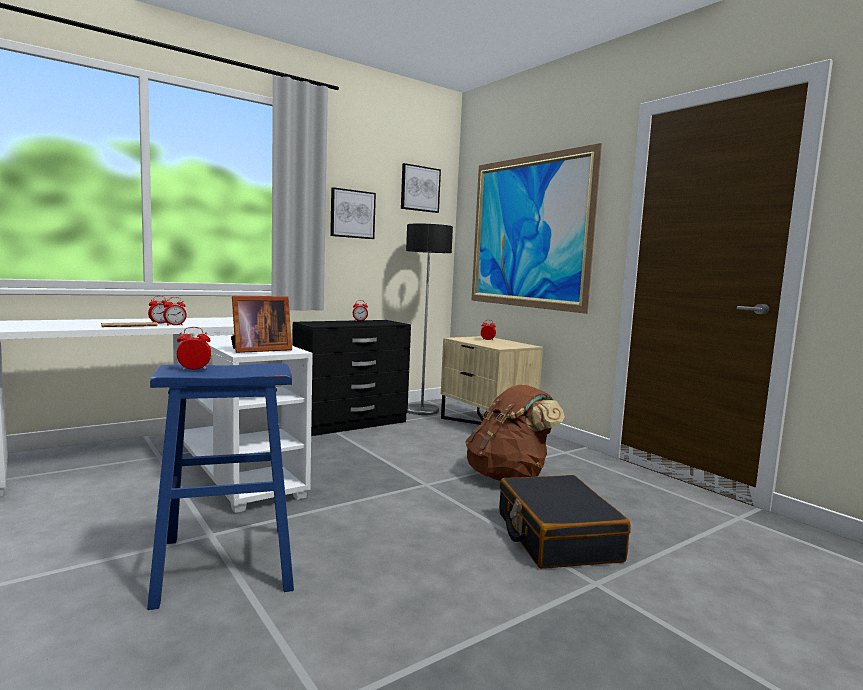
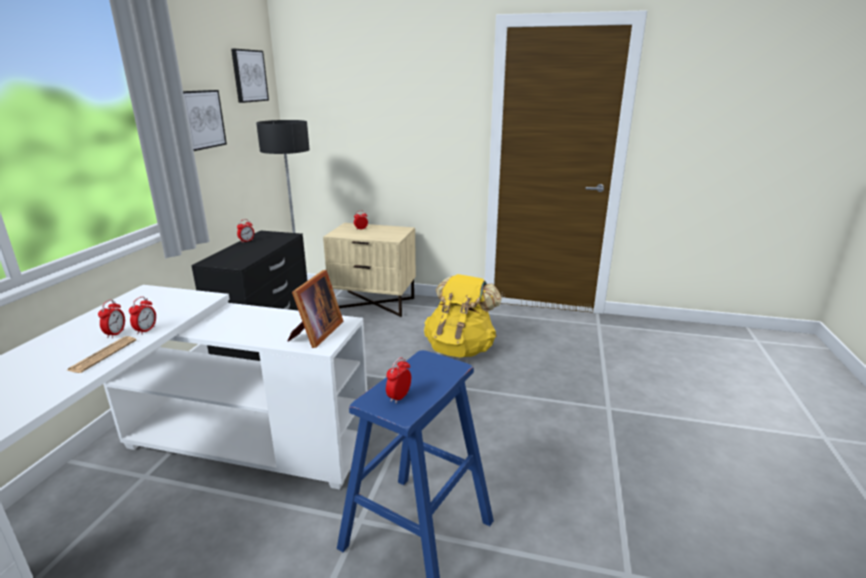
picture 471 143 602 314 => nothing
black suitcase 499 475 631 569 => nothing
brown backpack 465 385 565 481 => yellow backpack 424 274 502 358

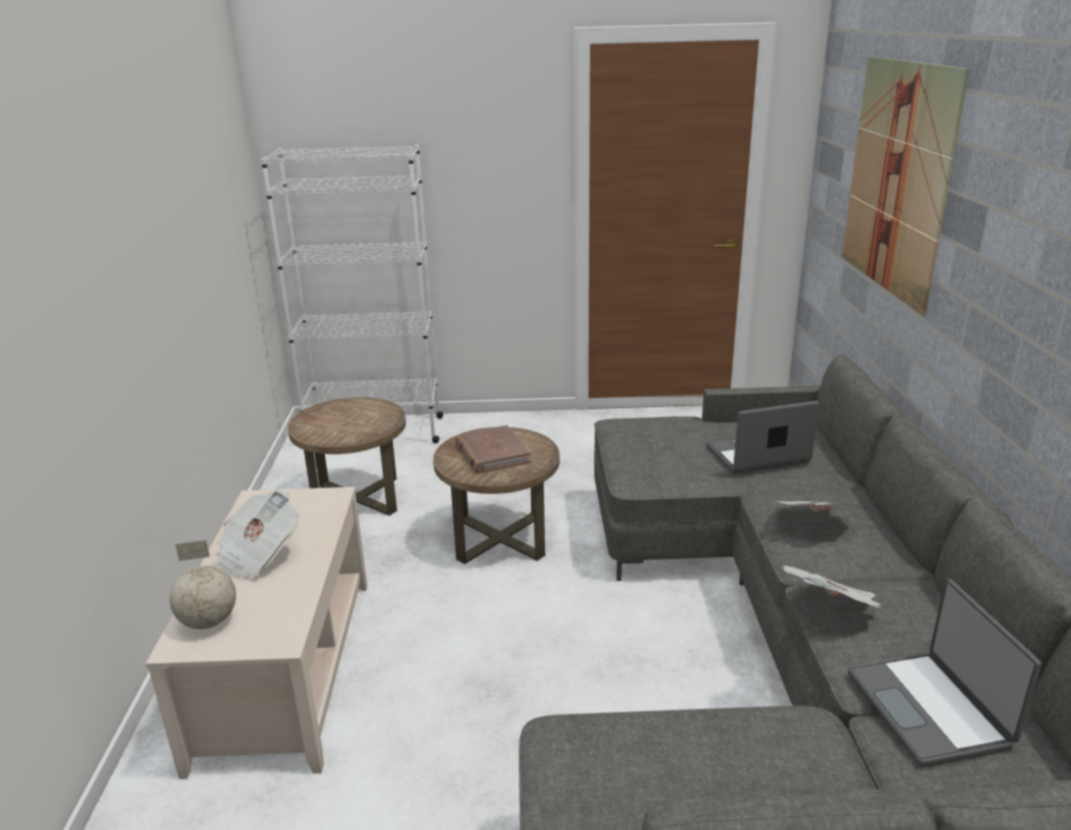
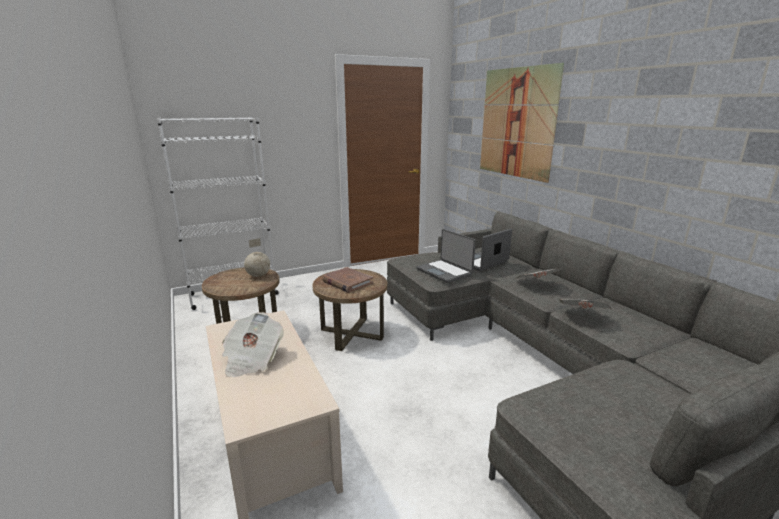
globe 170 540 236 629 => globe 244 238 270 277, shifted
laptop 847 579 1042 768 => laptop 416 229 476 283, shifted

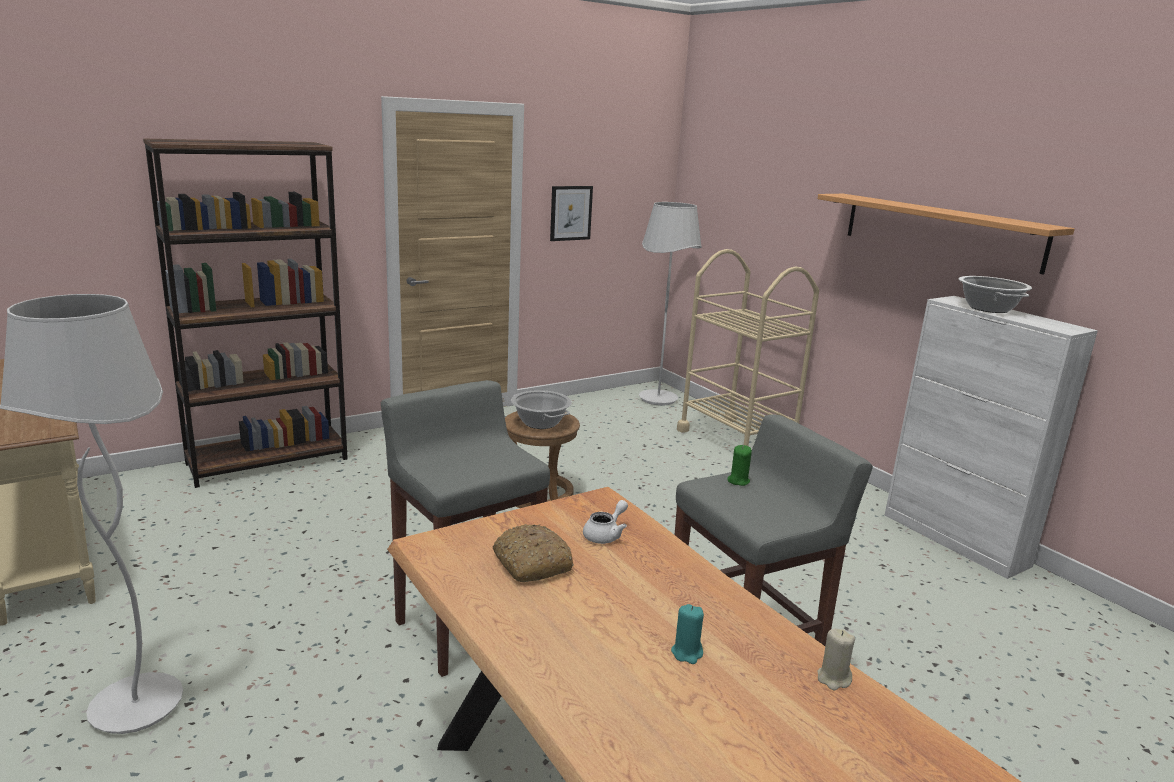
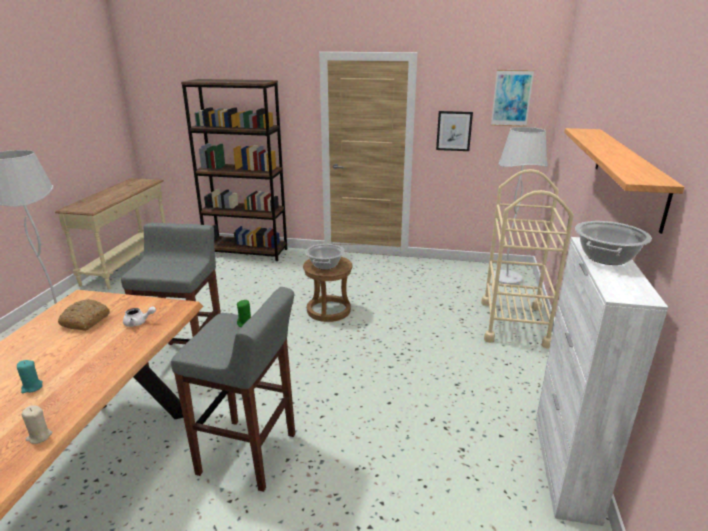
nothing => picture 491 70 534 127

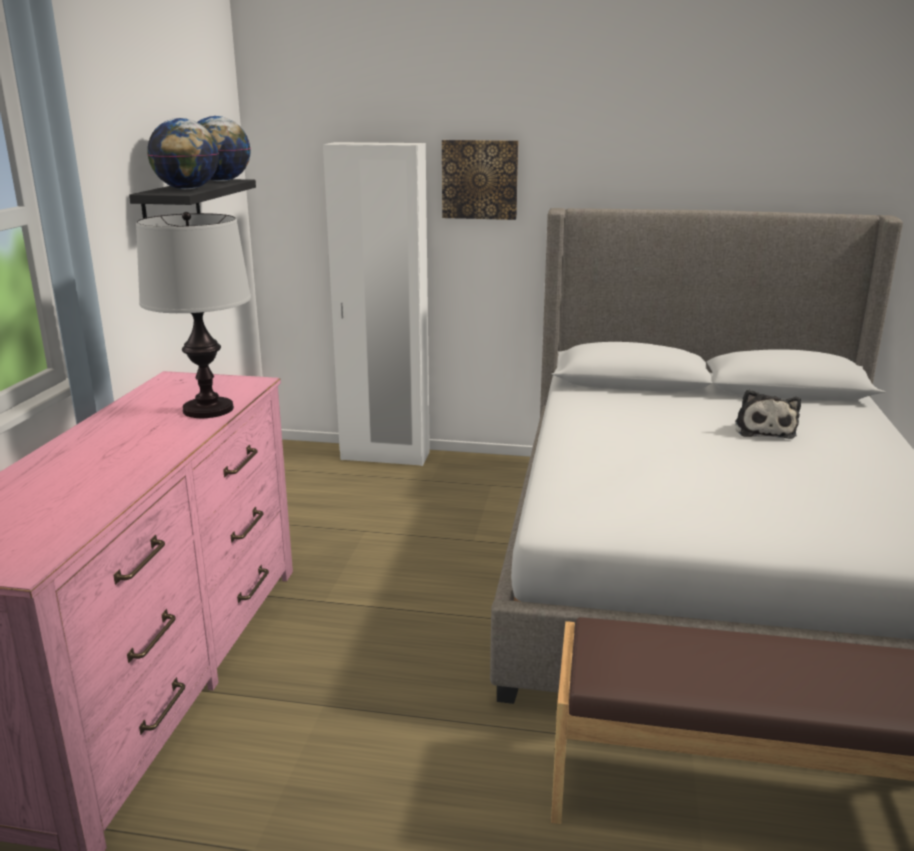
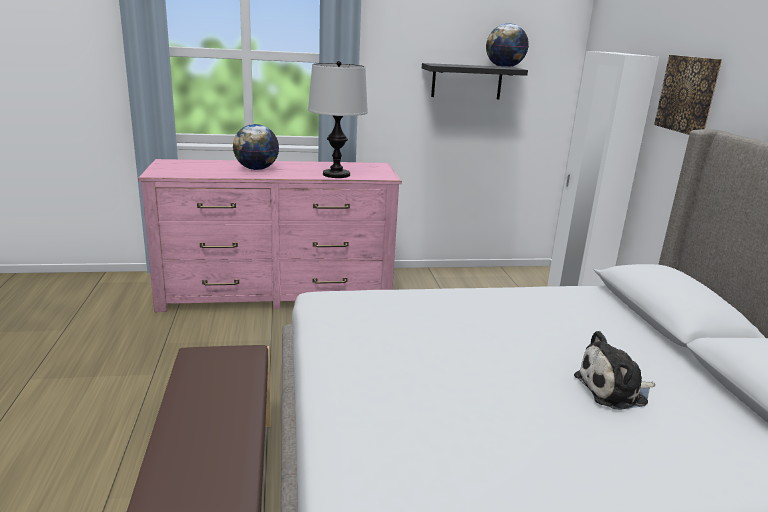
globe 147 118 219 189 => globe 233 124 279 170, shifted

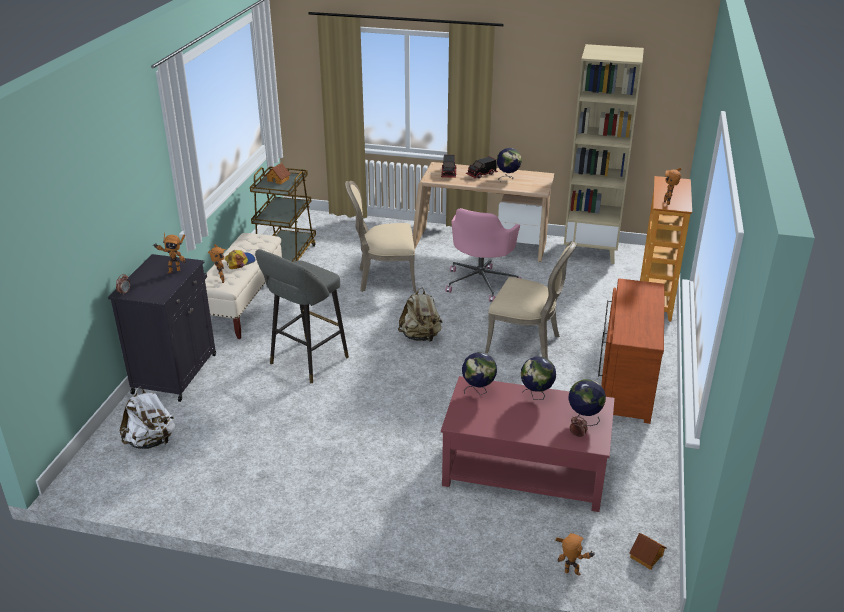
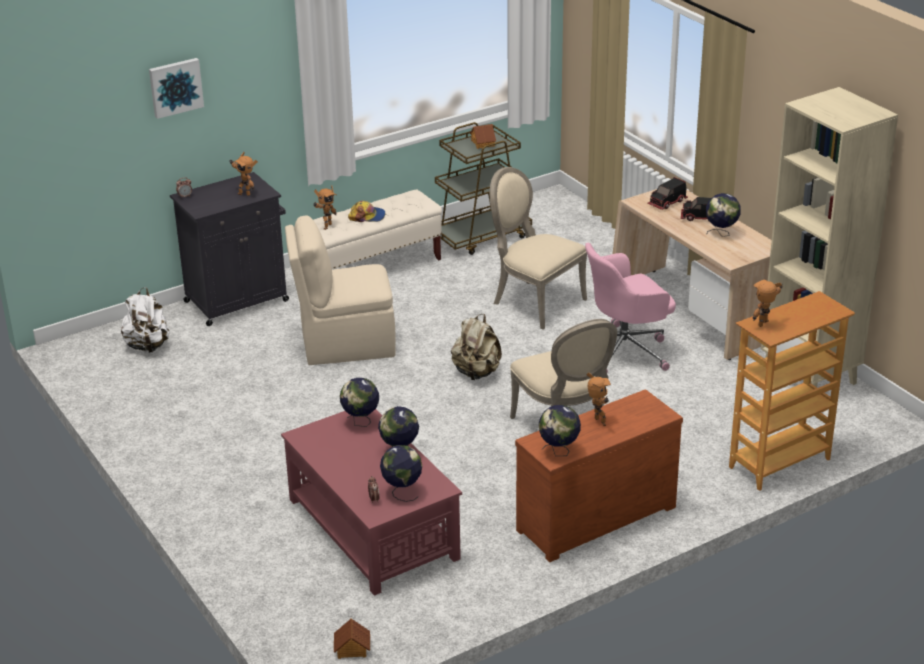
nothing => picture 149 58 204 119
nothing => globe 539 405 581 456
toy robot 555 533 595 576 => toy robot 586 372 611 426, shifted
grey stool 255 249 349 383 => beige chair 285 215 396 365

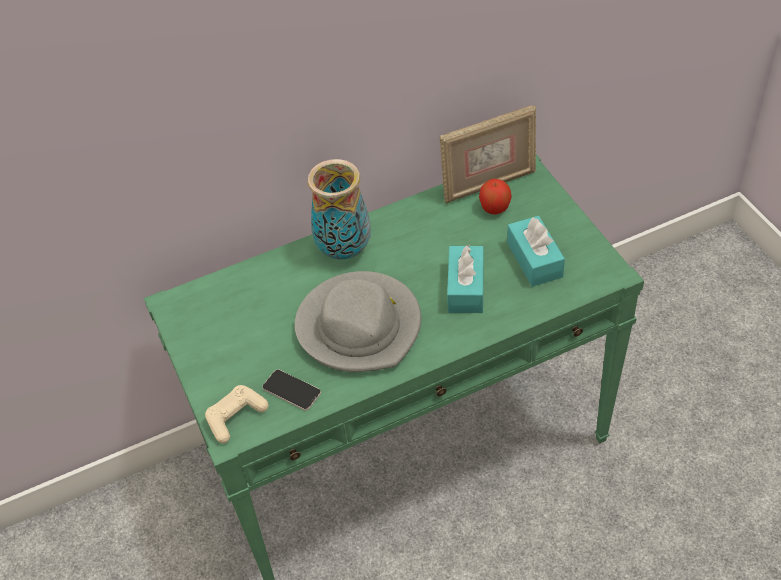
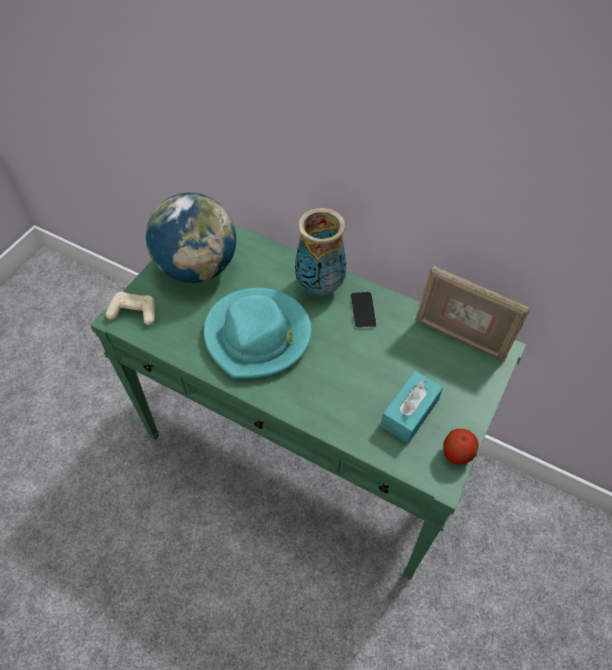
turquoise tissue box 447 245 484 313 => nothing
nothing => globe 146 193 236 283
phone 262 369 321 410 => phone 350 292 377 329, shifted
apple 479 179 512 214 => apple 443 429 479 465, shifted
grey hat 295 271 421 372 => turquoise hat 204 288 312 378

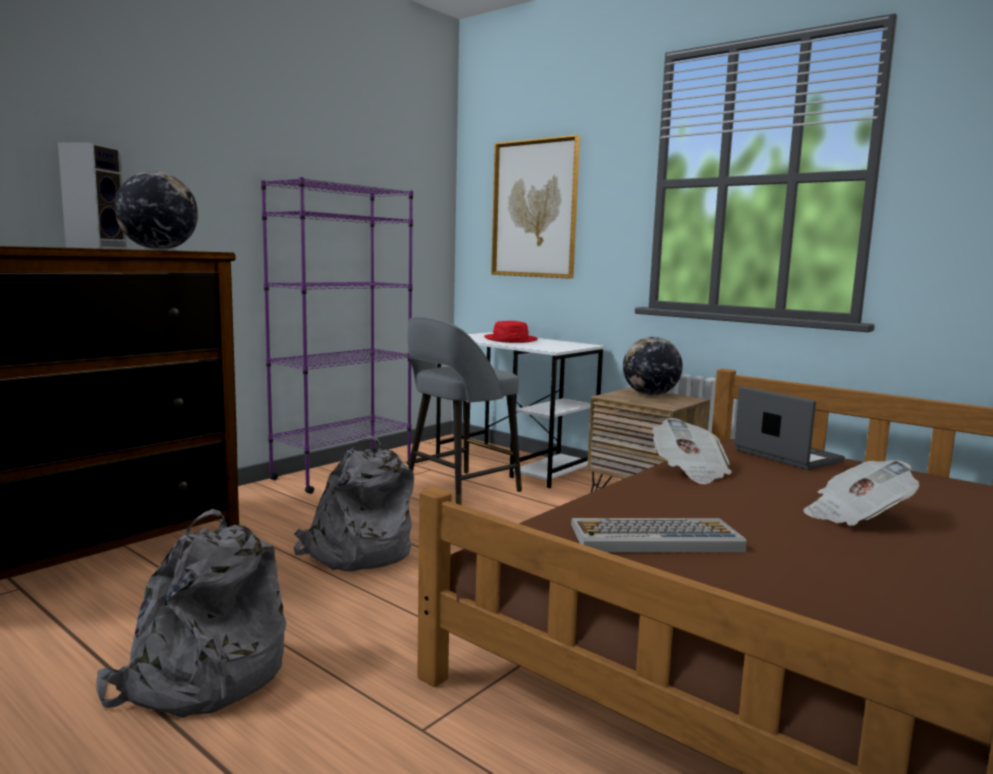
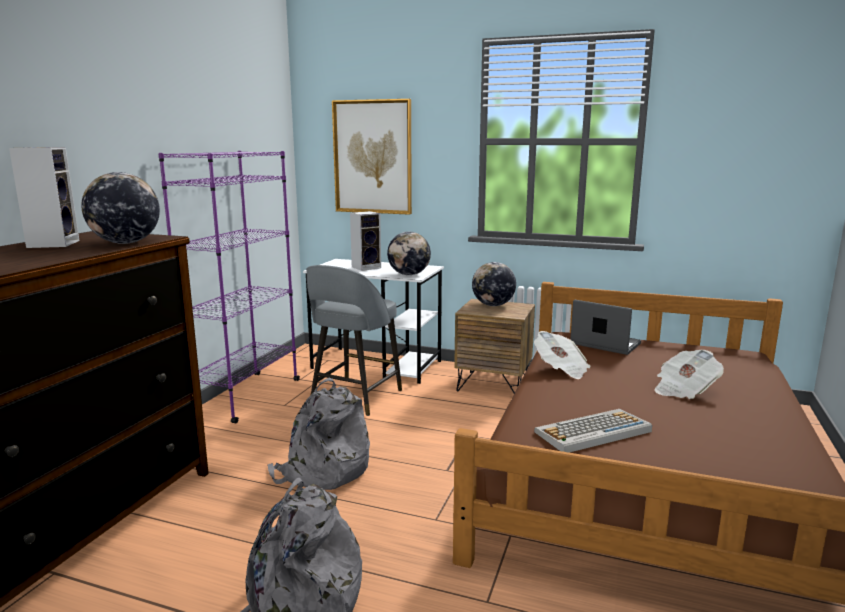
nothing => globe 387 232 431 275
red hat 484 321 538 343 => speaker 350 211 381 271

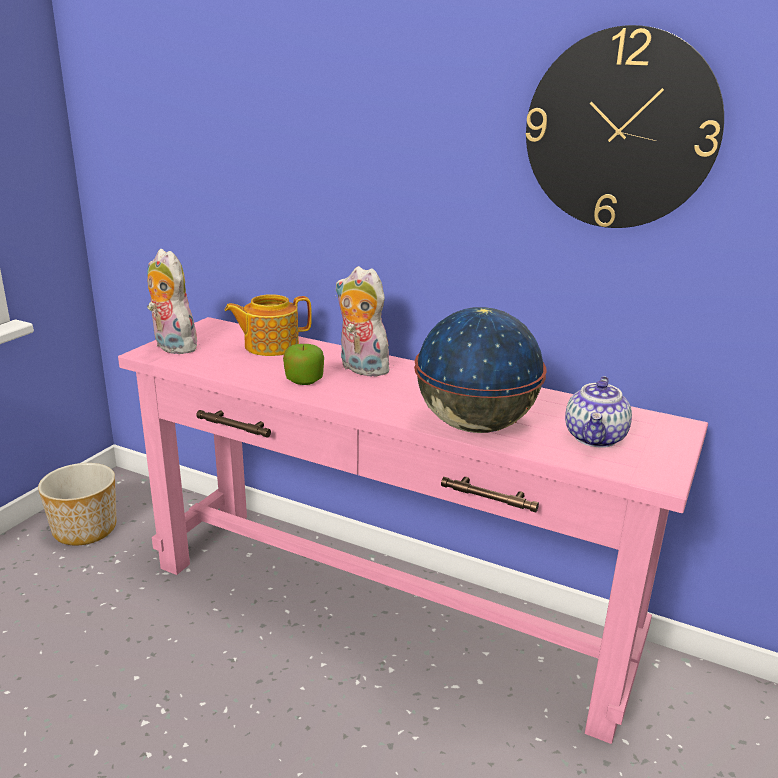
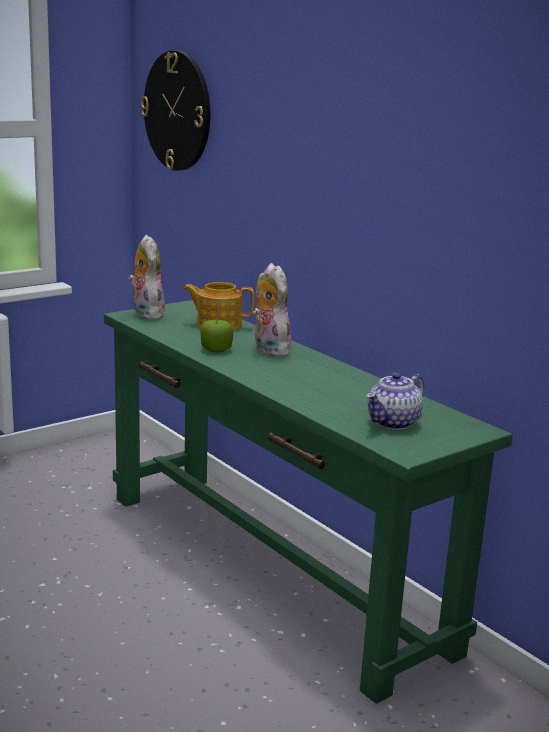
planter 38 463 116 545 => nothing
globe 414 307 546 433 => nothing
wall clock 526 25 724 228 => wall clock 141 51 210 171, shifted
pink console table 118 317 708 744 => green console table 104 300 513 704

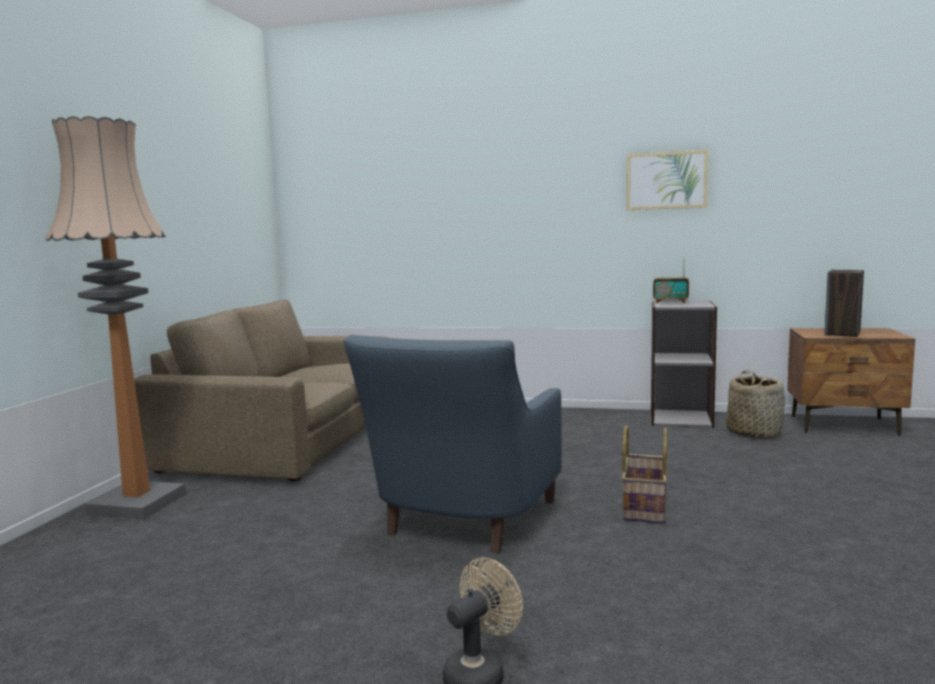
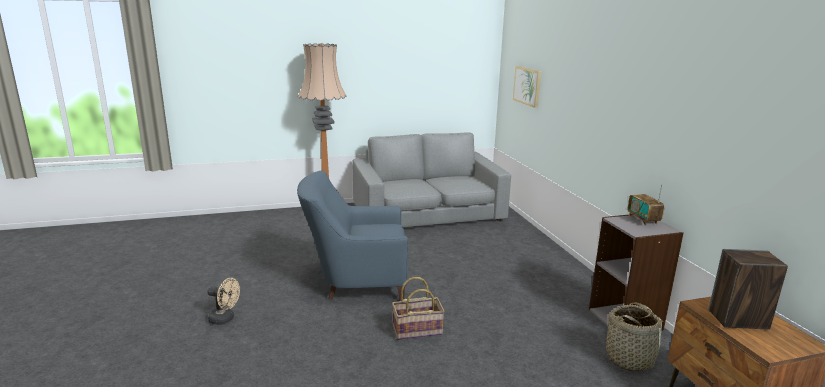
picture 627 150 708 210 => picture 513 66 541 108, shifted
brown sofa 134 300 390 481 => grey sofa 353 132 511 227

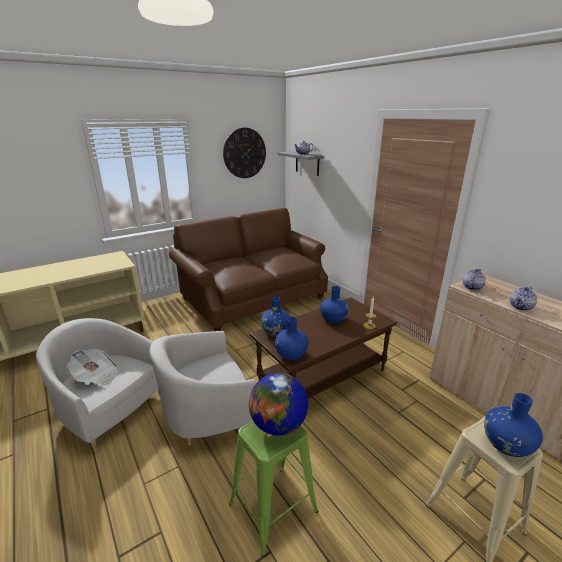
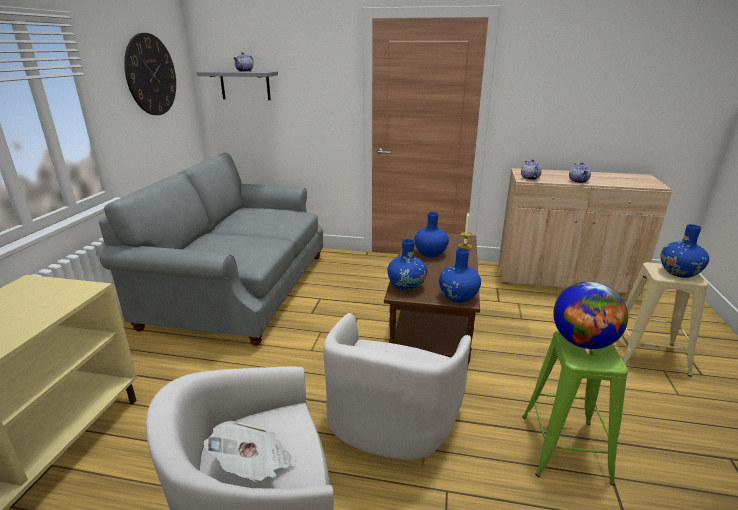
brown sofa 169 208 328 331 => grey sofa 99 153 323 346

